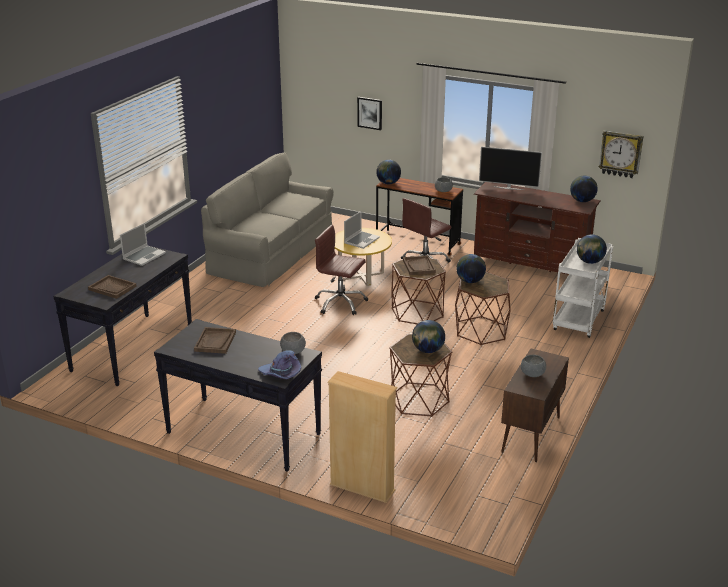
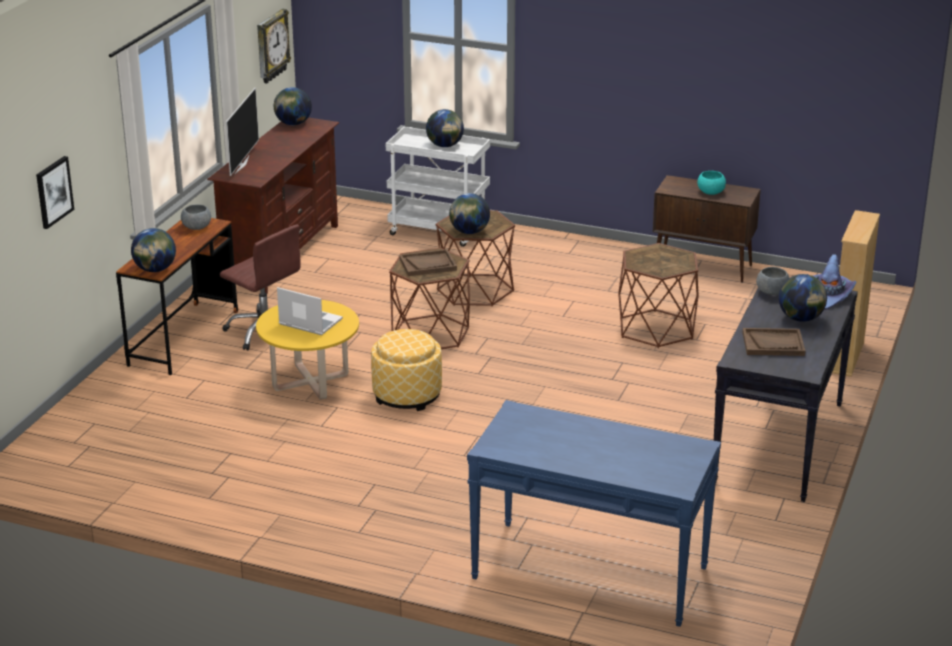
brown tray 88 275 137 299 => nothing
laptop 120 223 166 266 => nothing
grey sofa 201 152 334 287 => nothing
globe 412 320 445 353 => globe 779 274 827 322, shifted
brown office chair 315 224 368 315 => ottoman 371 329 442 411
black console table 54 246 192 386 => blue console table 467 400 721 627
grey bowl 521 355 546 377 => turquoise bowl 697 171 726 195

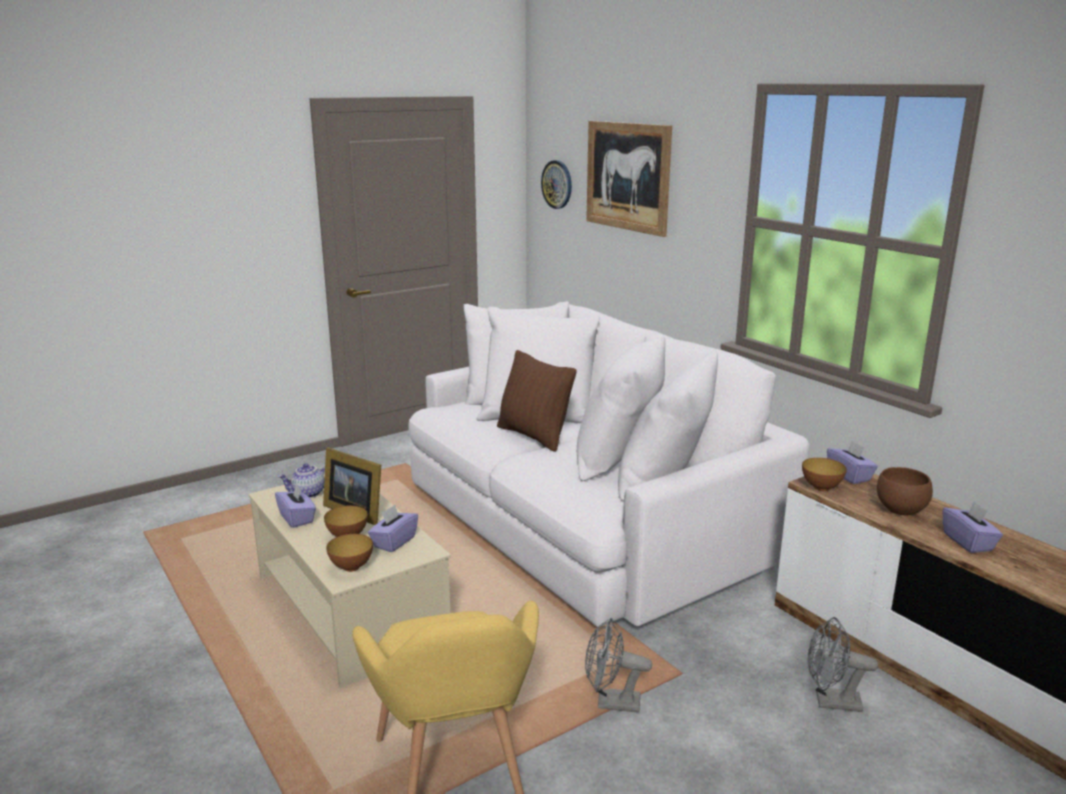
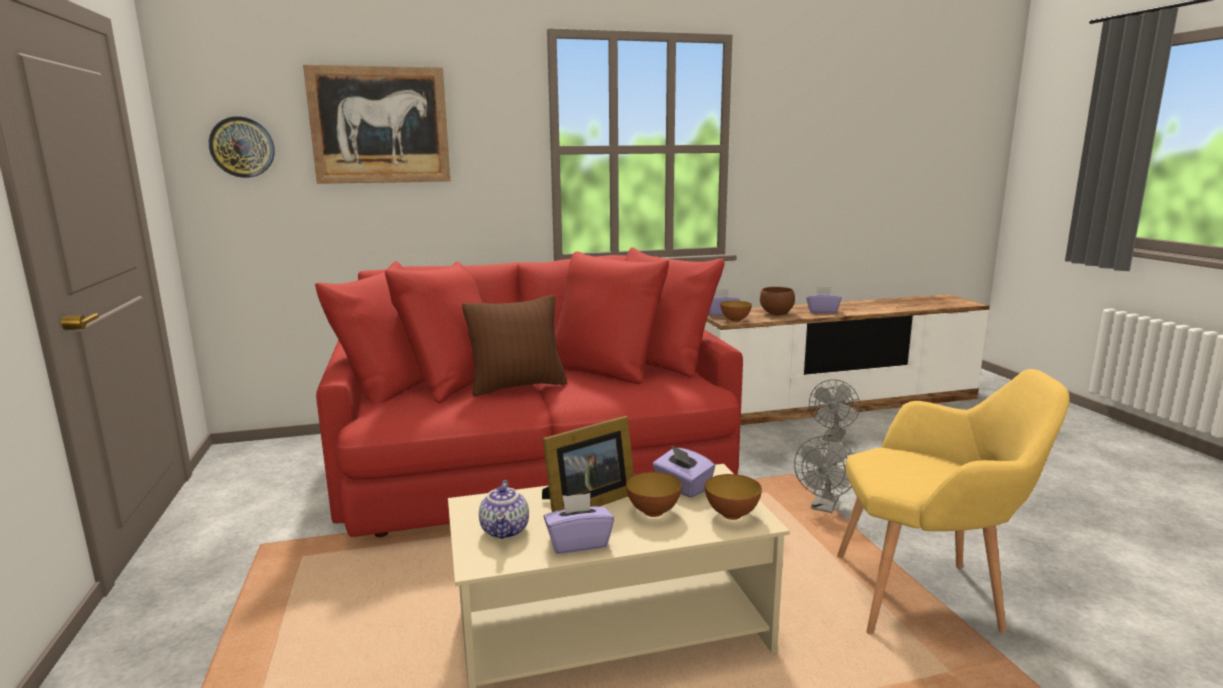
white sofa 408 301 809 627 => red sofa 315 247 743 537

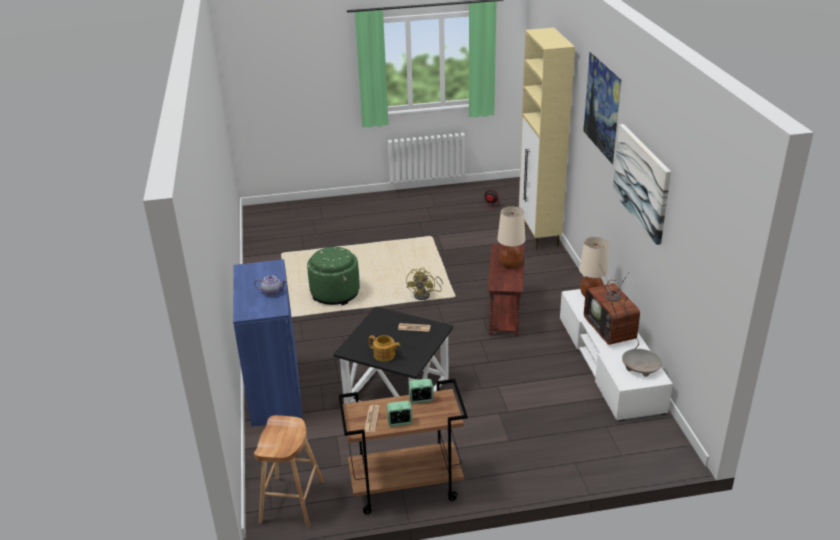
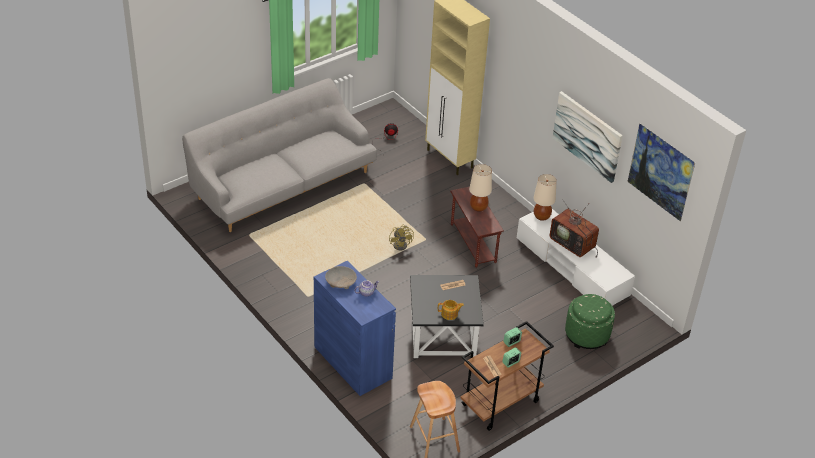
nothing => grey sofa 182 78 377 232
green ottoman 307 247 360 305 => green ottoman 565 294 615 349, shifted
picture 583 52 622 165 => picture 627 123 695 222, shifted
beige bowl 622 349 662 377 => beige bowl 325 266 357 289, shifted

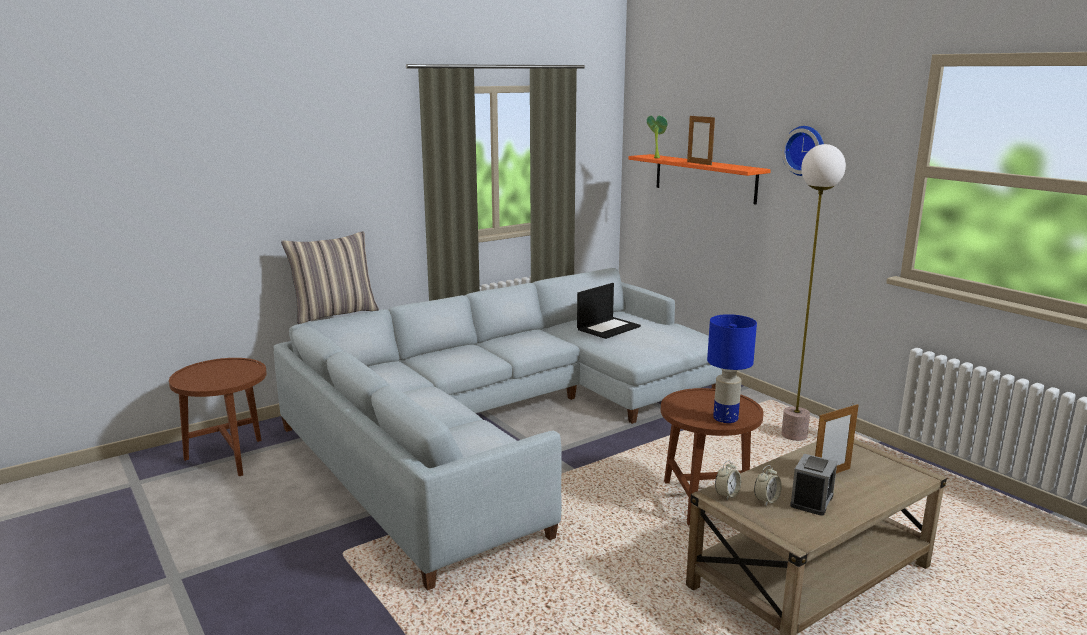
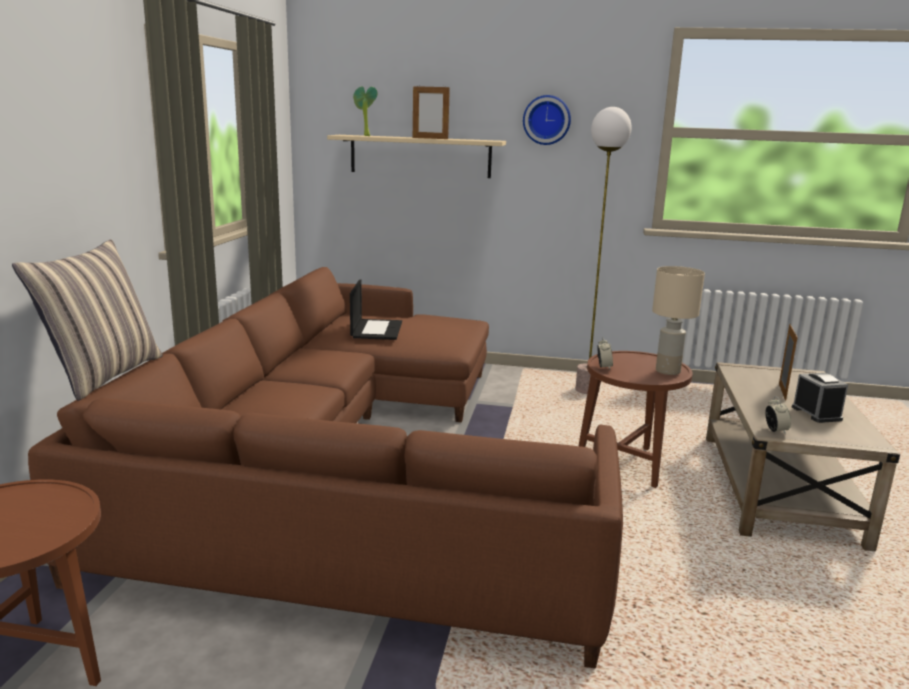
alarm clock 754 465 782 505 => alarm clock 597 337 613 370, shifted
grey sofa 274 268 722 590 => brown sofa 28 267 623 669
orange shelf 628 154 771 205 => beige shelf 327 135 506 178
blue table lamp 707 314 757 423 => beige table lamp 652 266 705 375

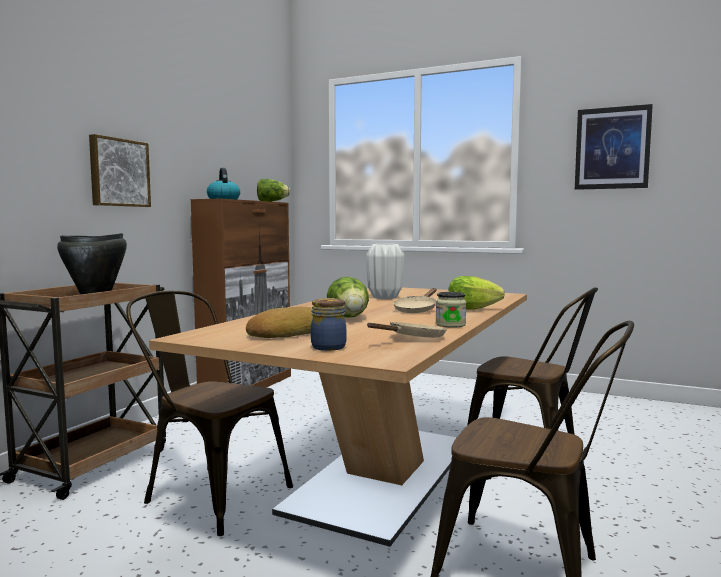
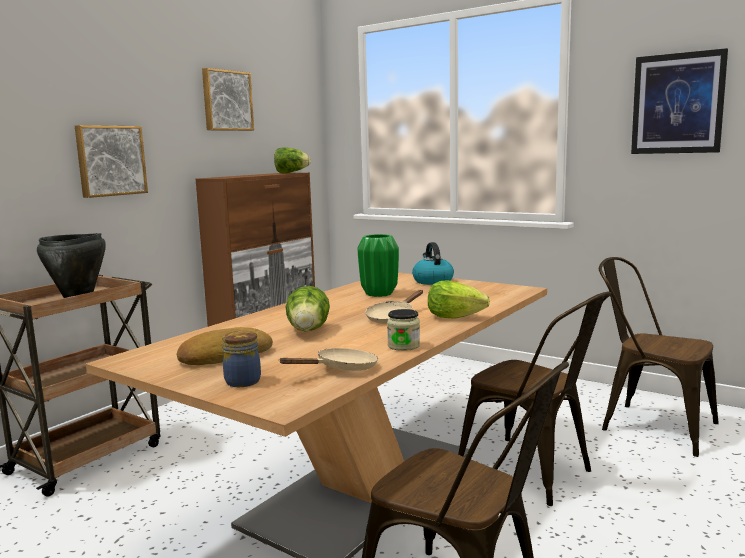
nothing => picture 202 68 254 131
brown chair 126 291 293 536 => brown chair 599 257 719 457, shifted
kettle 207 168 240 199 => kettle 412 242 454 285, shifted
white vase 366 244 404 299 => green vase 358 234 399 297

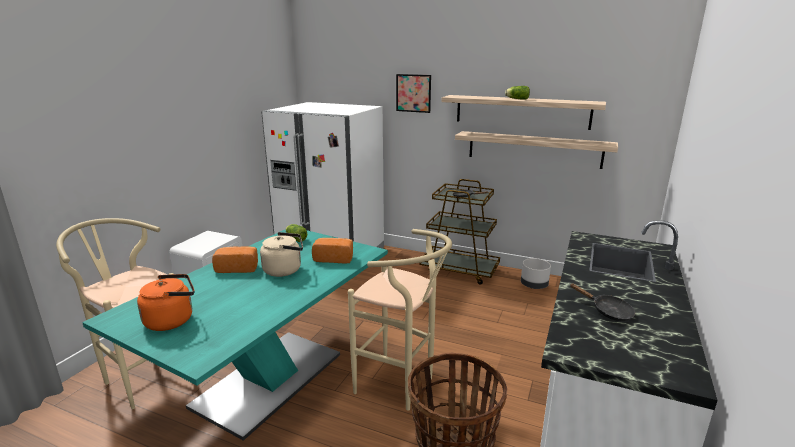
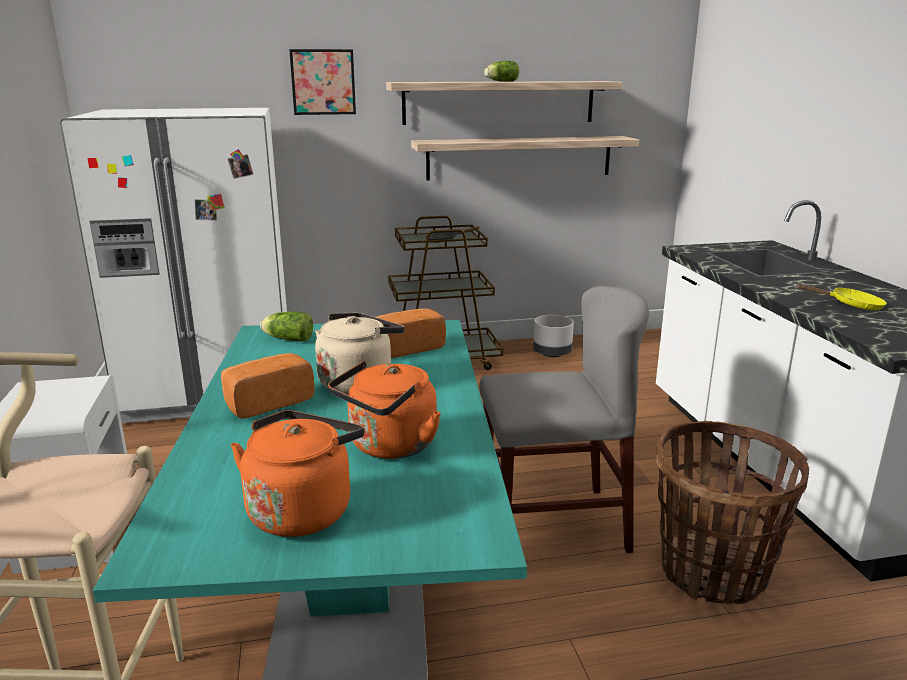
nothing => orange kettle 328 361 441 459
beige stool 348 229 452 411 => grey chair 479 286 649 553
black frying pan 570 283 635 321 => yellow frying pan 796 283 887 310

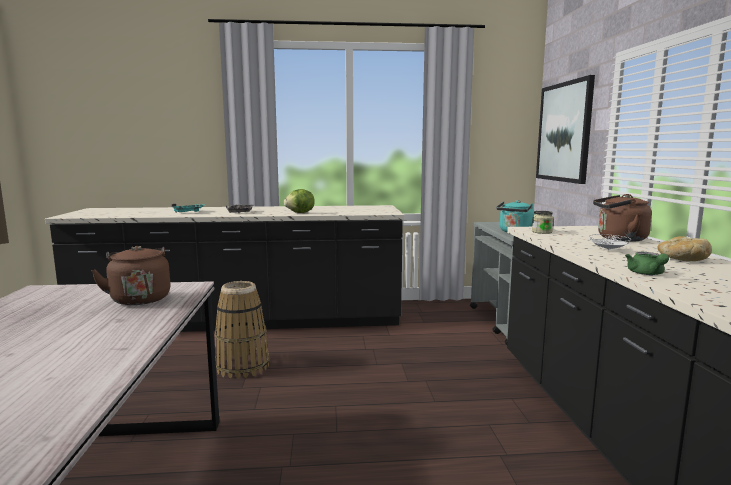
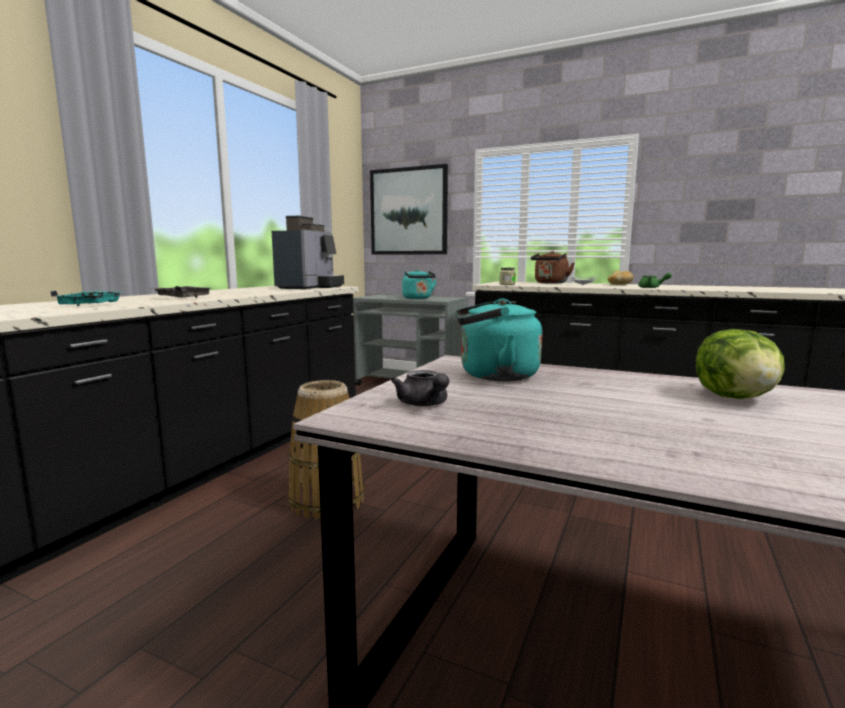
nothing => coffee machine 271 216 344 289
nothing => grey teapot 391 370 449 407
lettuce 284 189 315 213 => lettuce 696 329 785 399, shifted
brown kettle 91 246 171 305 => turquoise kettle 455 299 542 381

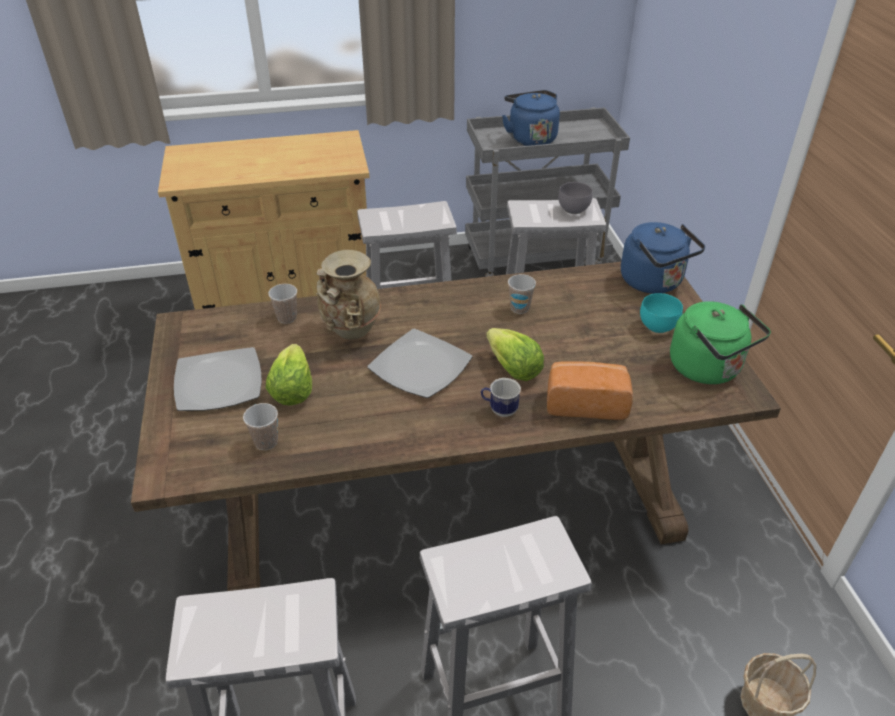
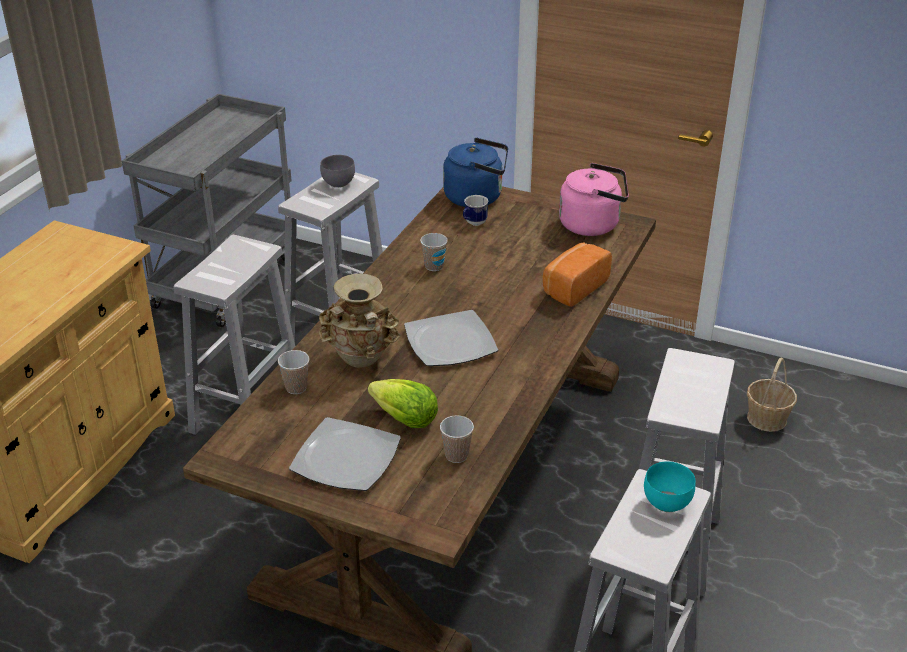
lettuce 486 328 544 381 => nothing
blue kettle 502 90 560 146 => nothing
mug 481 378 521 417 => mug 463 195 488 226, shifted
turquoise bowl 640 293 683 333 => turquoise bowl 644 461 695 512, shifted
green kettle 670 301 771 384 => pink kettle 559 163 629 236

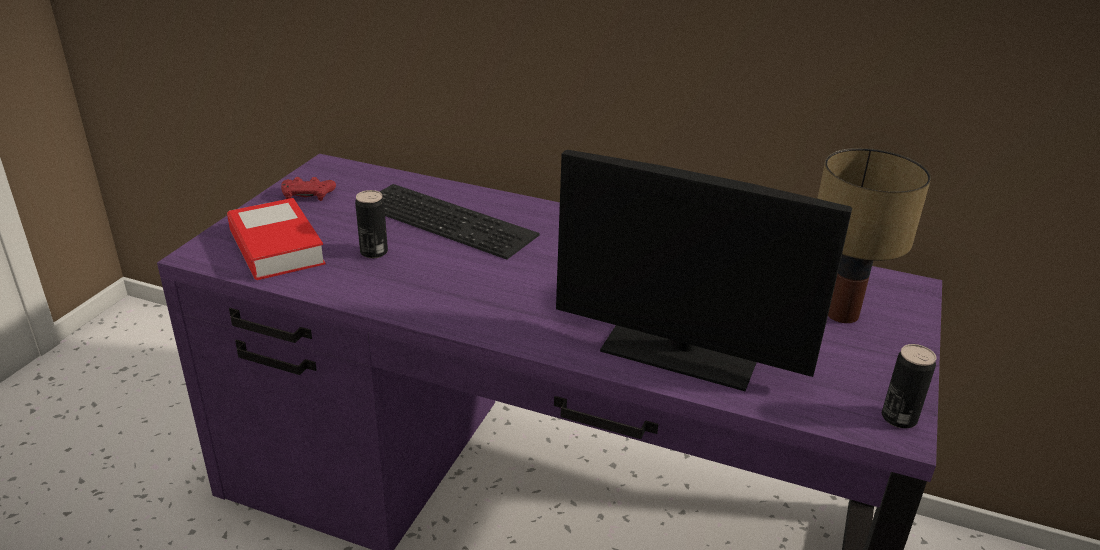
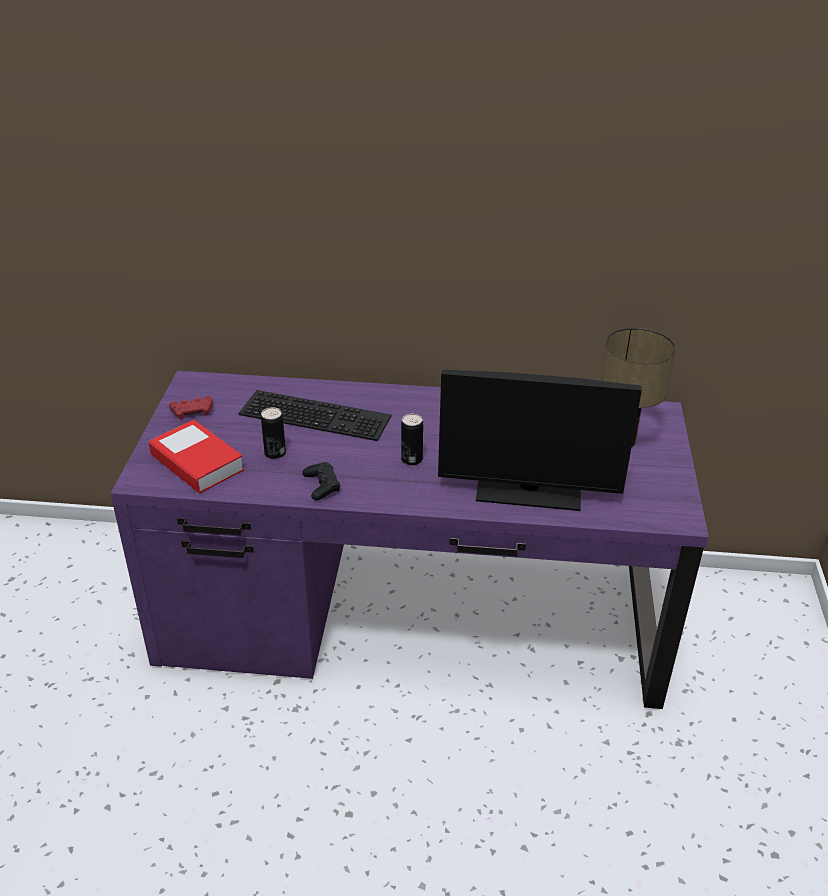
nothing => black game controller 302 462 340 500
can 882 344 937 428 => can 401 414 423 465, shifted

